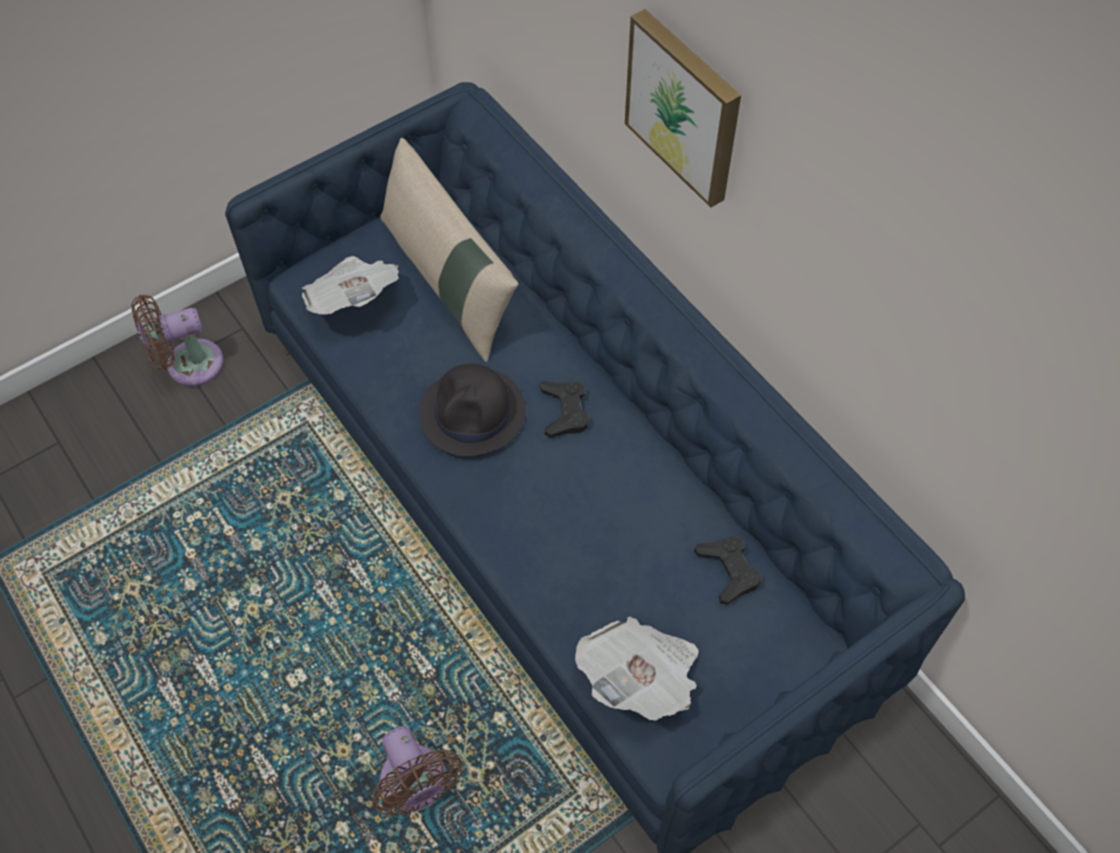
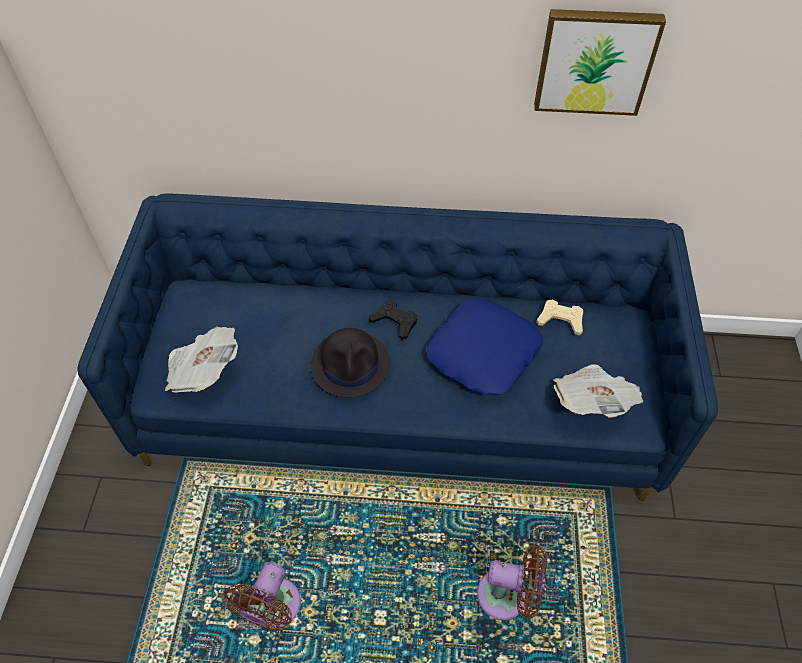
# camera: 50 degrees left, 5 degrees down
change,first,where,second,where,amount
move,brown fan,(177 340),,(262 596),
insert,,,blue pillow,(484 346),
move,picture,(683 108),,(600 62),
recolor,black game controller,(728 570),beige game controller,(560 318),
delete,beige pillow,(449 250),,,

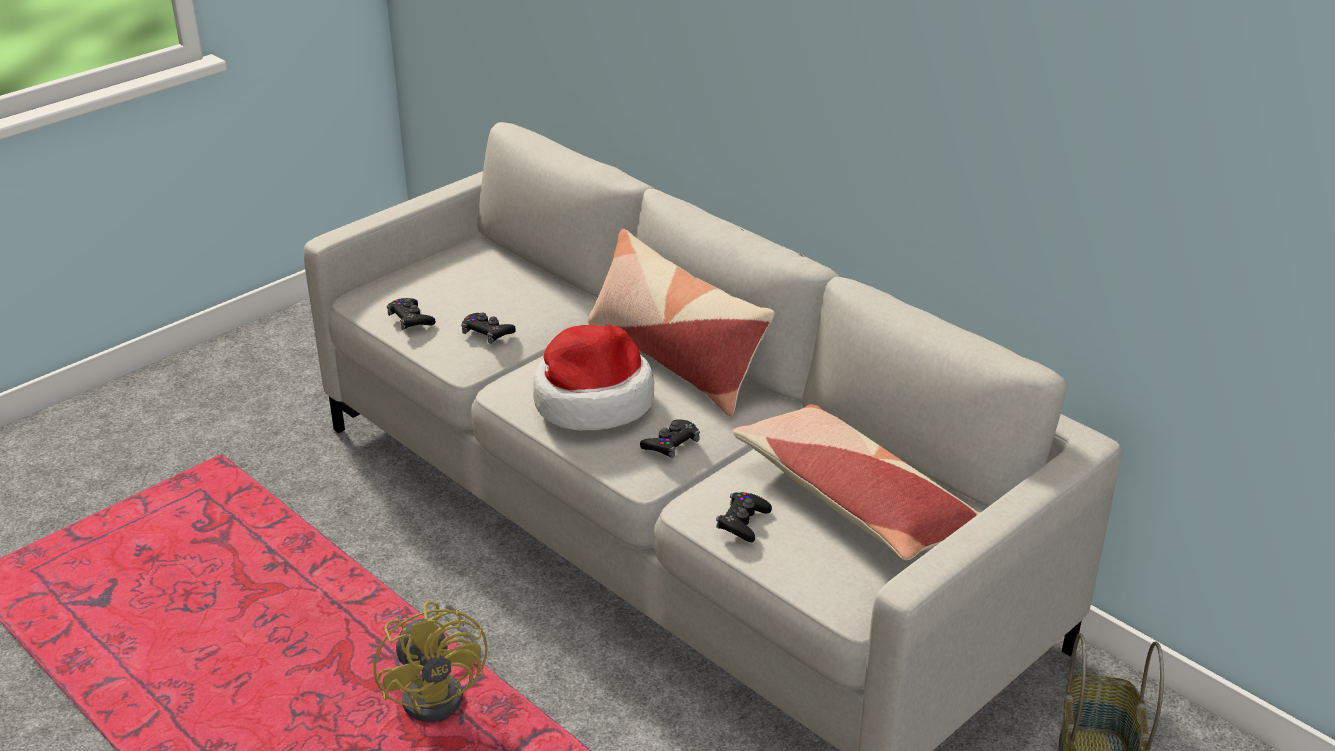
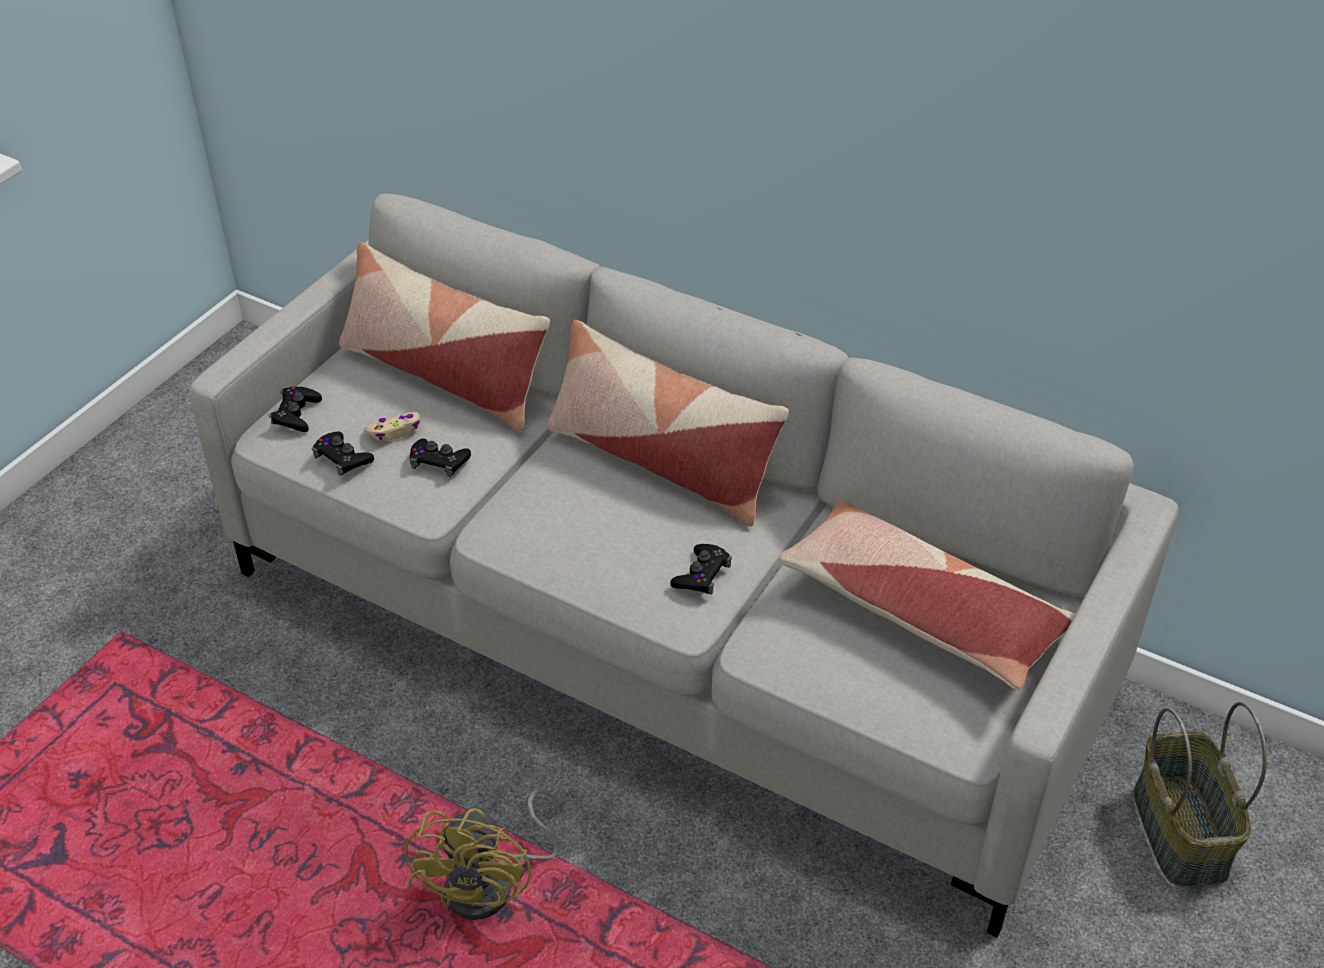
# camera: 15 degrees left, 10 degrees up
change,first,where,second,where,amount
move,black game controller,(744 517),,(295 409),
insert,,,pillow,(444 336),
insert,,,beige game controller,(391 426),
rotate,yellow fan,(431 661),,(483 854),45 degrees clockwise
delete,hat,(593 378),,,

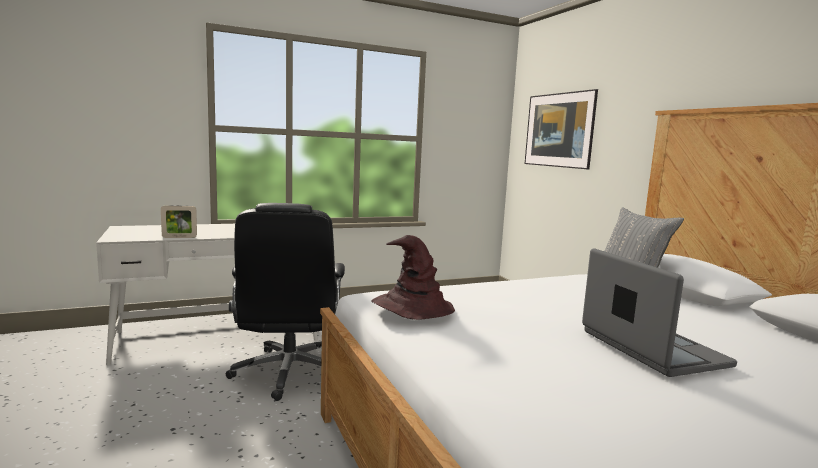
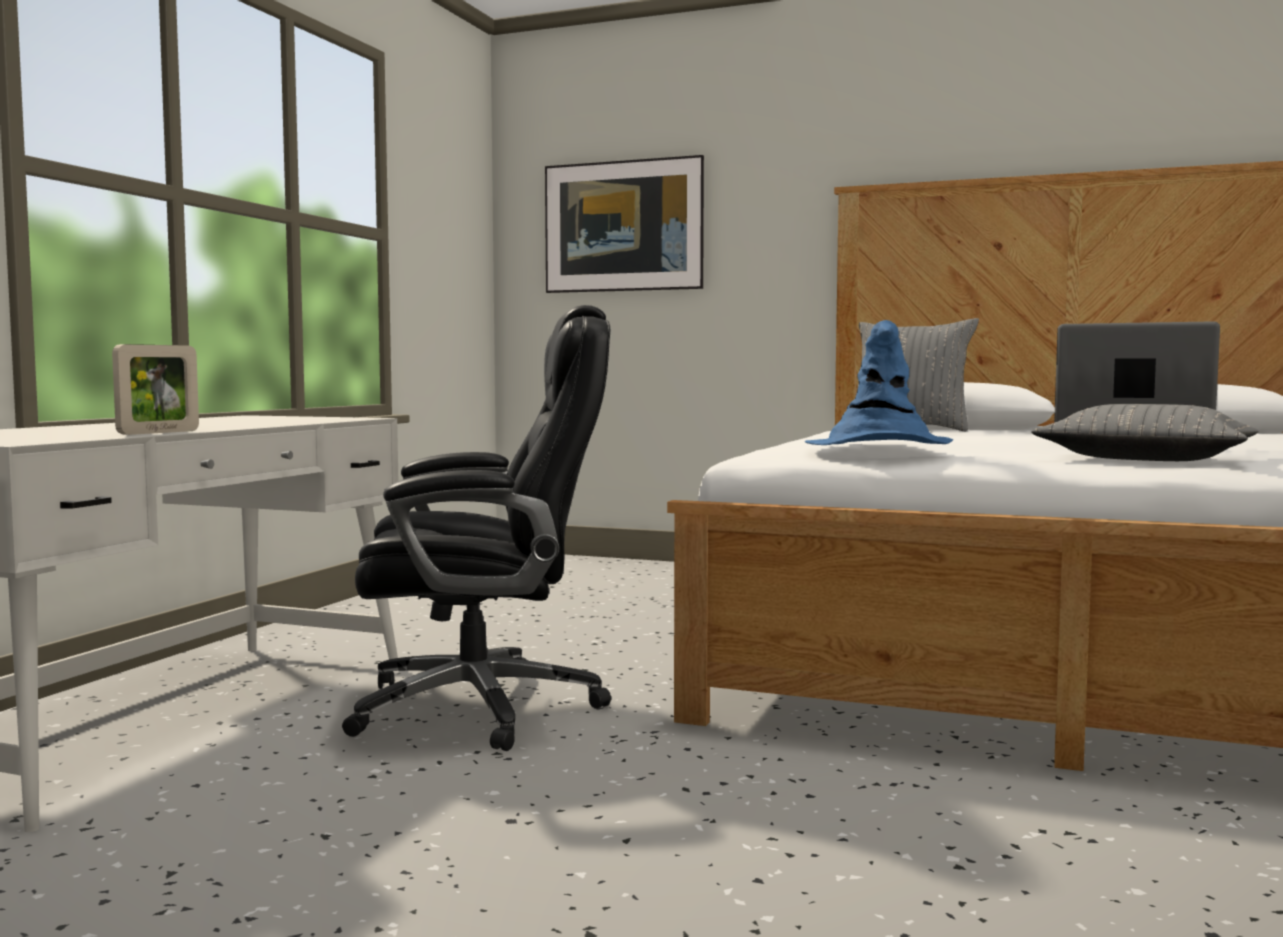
# camera: 45 degrees left, 5 degrees down
change,first,where,second,where,amount
rotate,black office chair,(285 302),,(476 528),45 degrees counterclockwise
recolor,brown hat,(413 277),blue hat,(878 382),
insert,,,grey pillow,(1144 432),

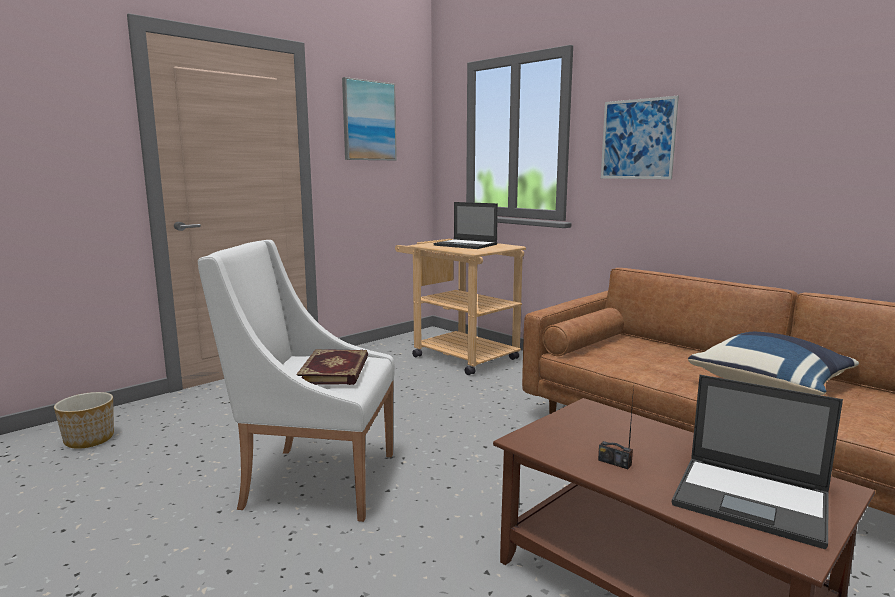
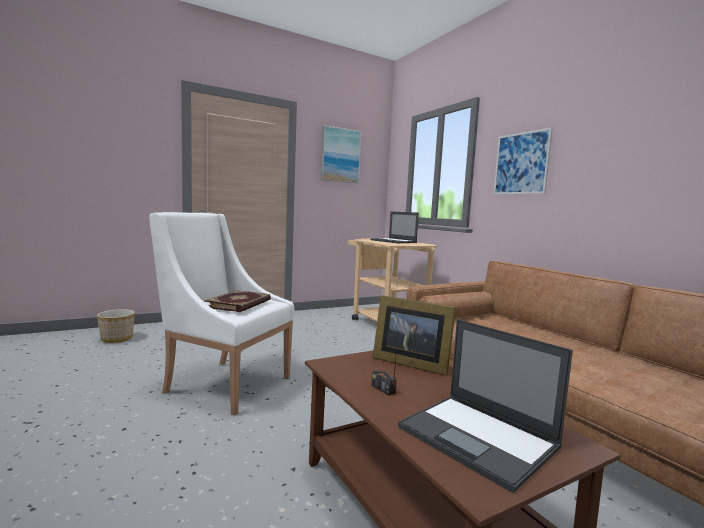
# camera: 15 degrees right, 5 degrees down
change,first,where,second,where,amount
insert,,,picture frame,(414 335),
delete,blue pillow,(773 363),,,

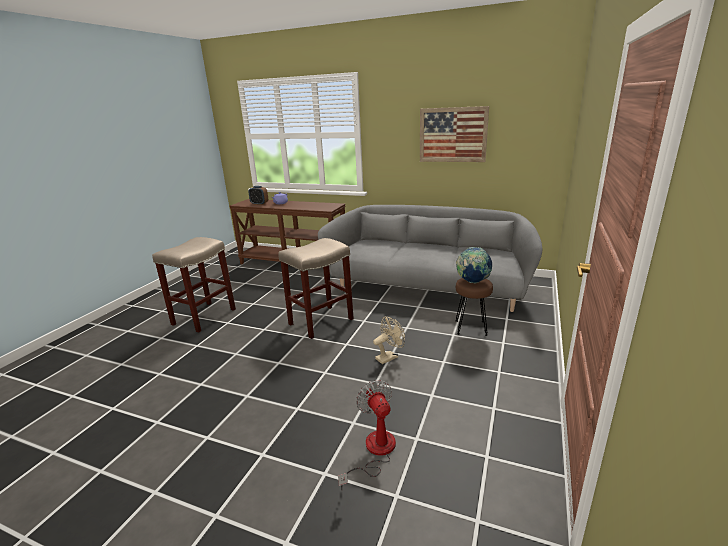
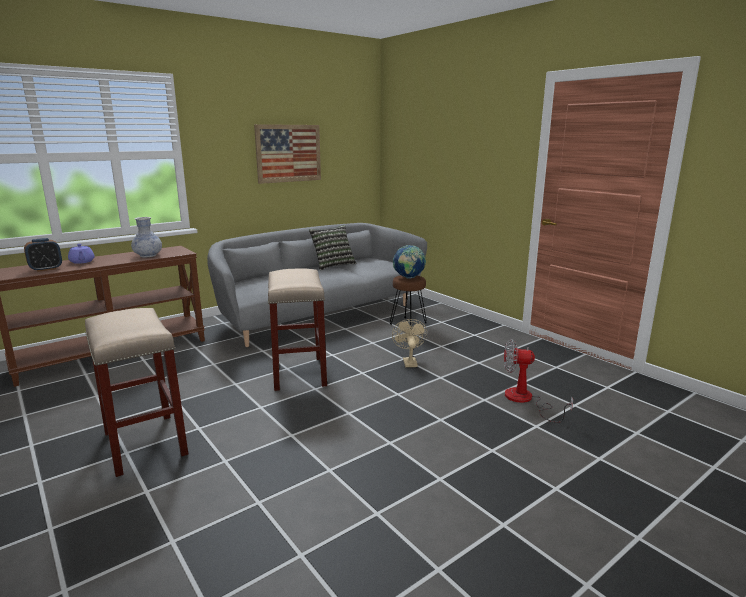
# camera: 60 degrees left, 5 degrees down
change,first,where,second,where,amount
insert,,,vase,(146 237),
insert,,,pillow,(333 247),

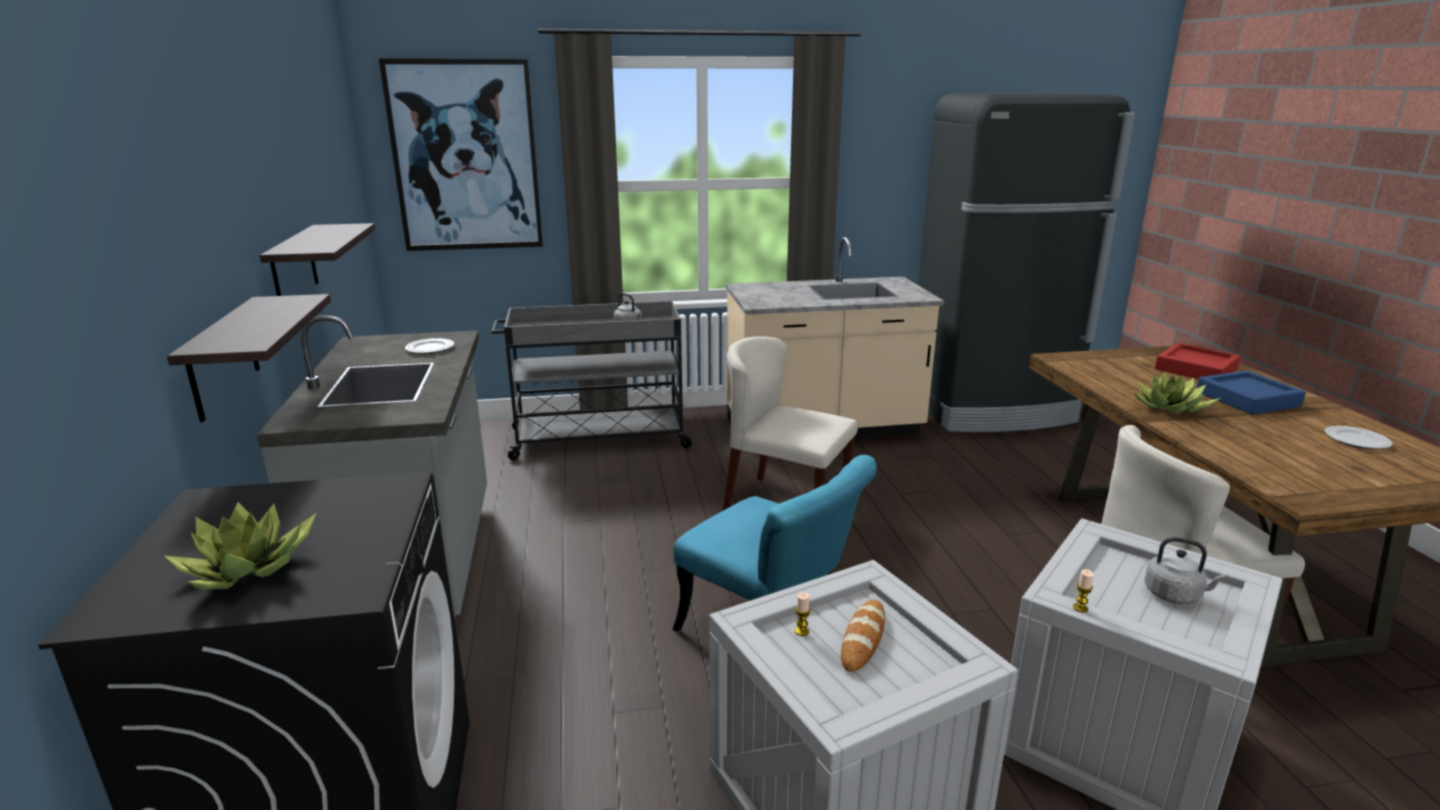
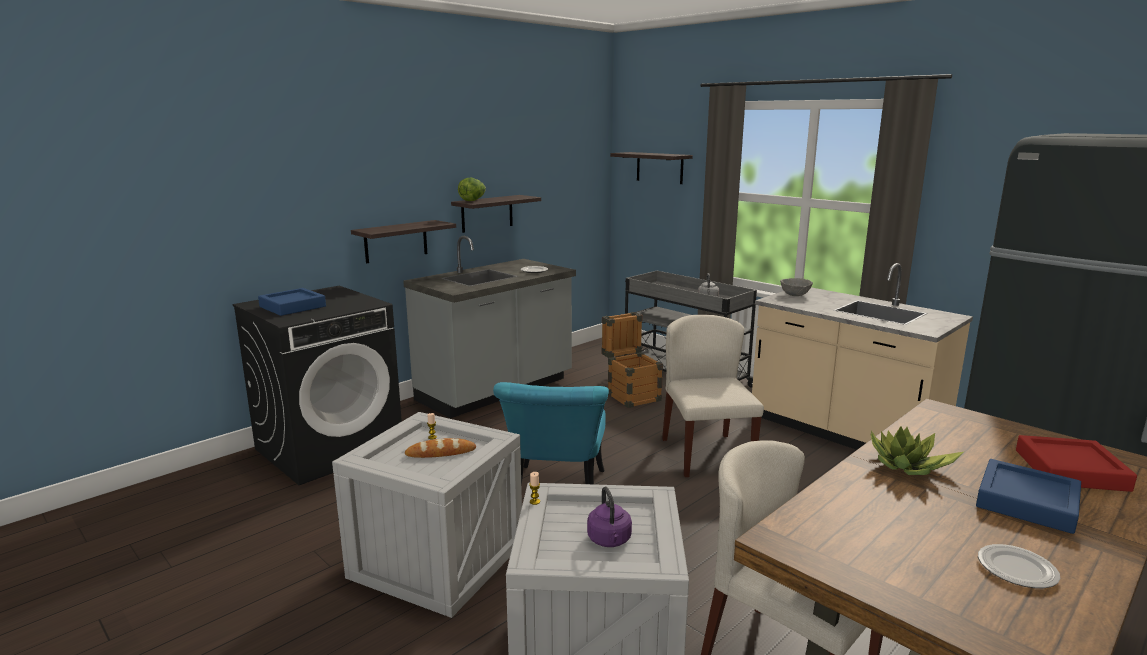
# camera: 55 degrees right, 5 degrees down
change,first,where,second,where,amount
replace,potted plant,(240 545),blue tray,(292 302),
insert,,,lettuce,(472 189),
recolor,grey kettle,(1186 570),purple kettle,(609 516),
insert,,,crate,(632 360),
replace,picture,(461 154),shelf,(651 168),
insert,,,grey bowl,(796 287),

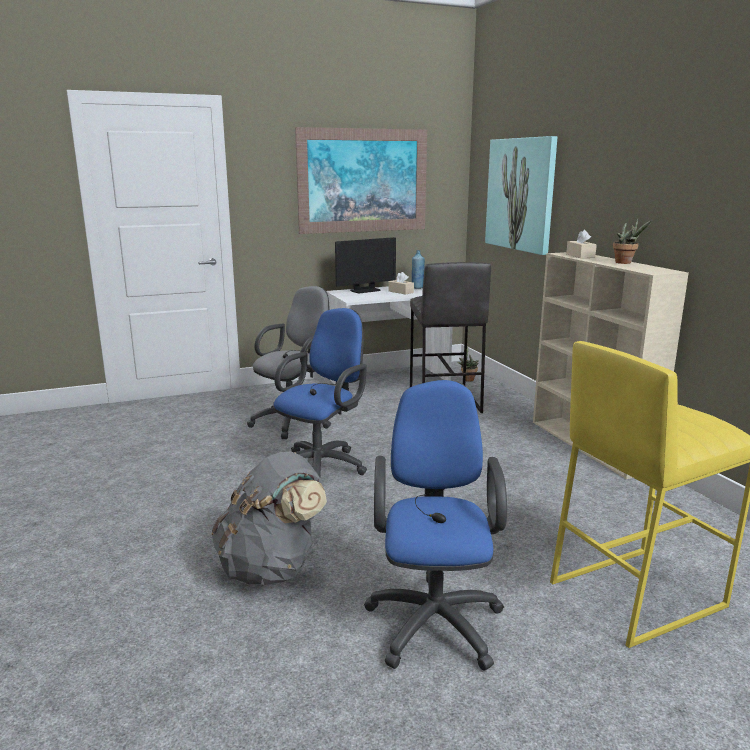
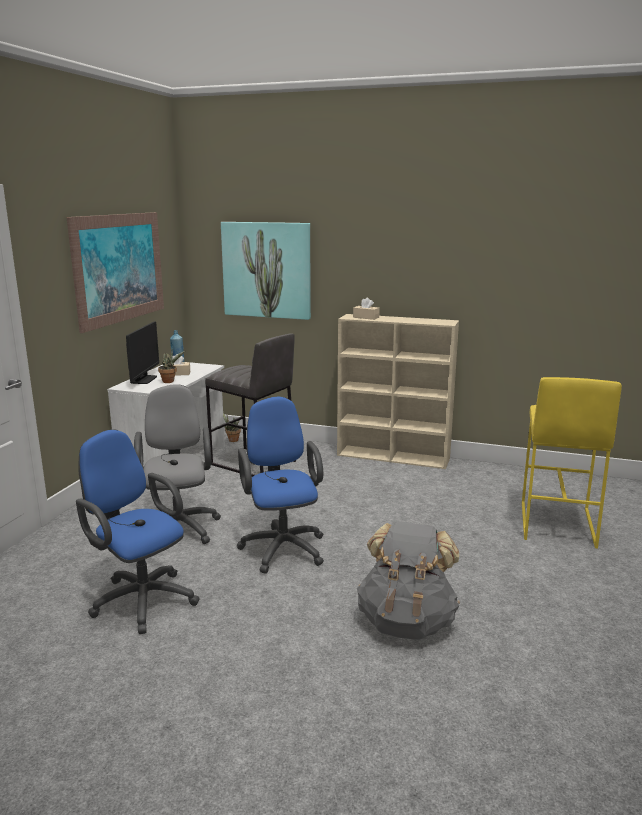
# camera: 50 degrees left, 0 degrees up
change,first,where,second,where,amount
move,blue office chair,(435 525),,(138 532),
move,potted plant,(632 241),,(172 366),

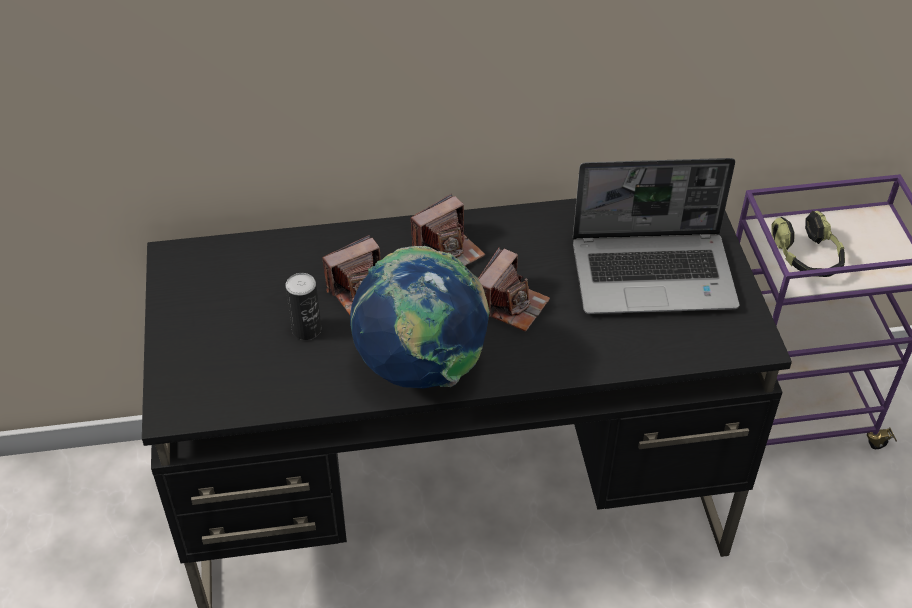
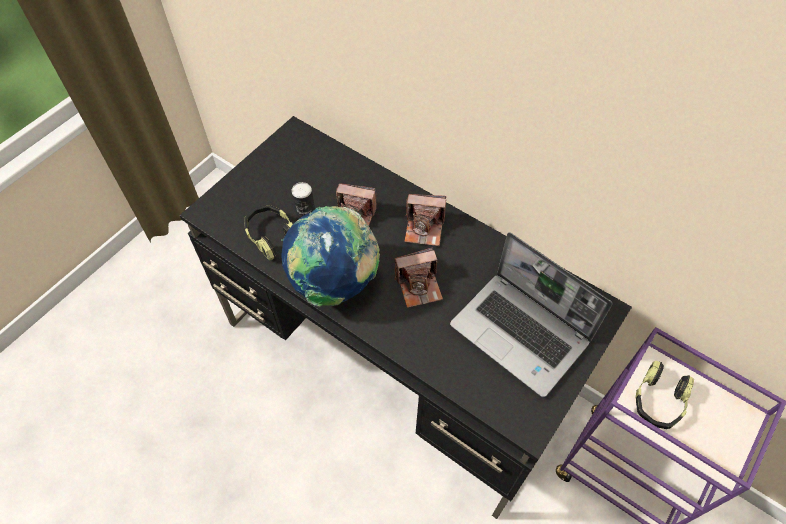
# camera: 45 degrees right, 10 degrees up
change,first,where,second,where,amount
insert,,,headphones,(268 232),

